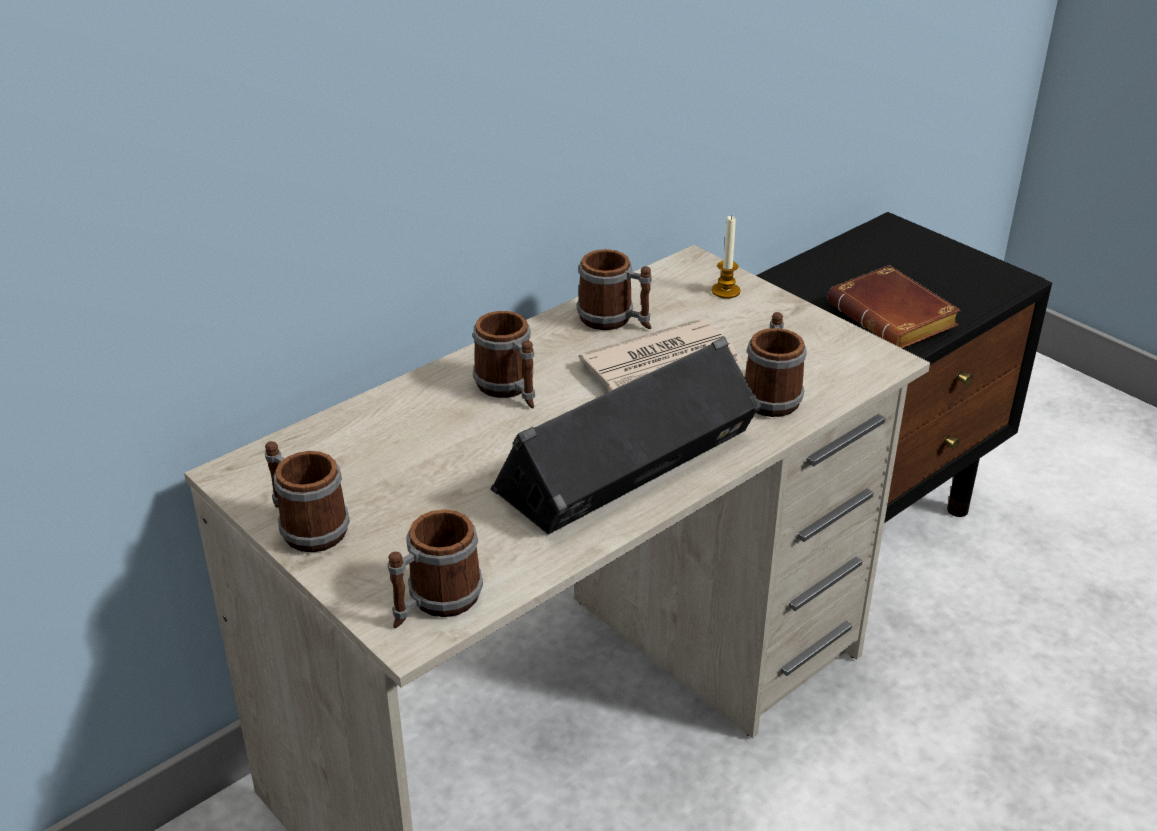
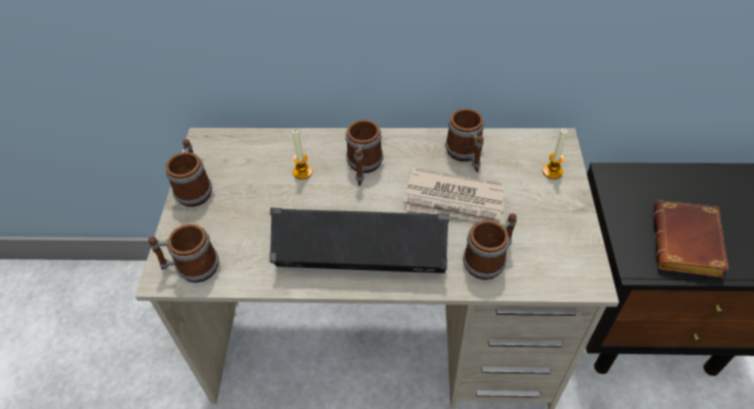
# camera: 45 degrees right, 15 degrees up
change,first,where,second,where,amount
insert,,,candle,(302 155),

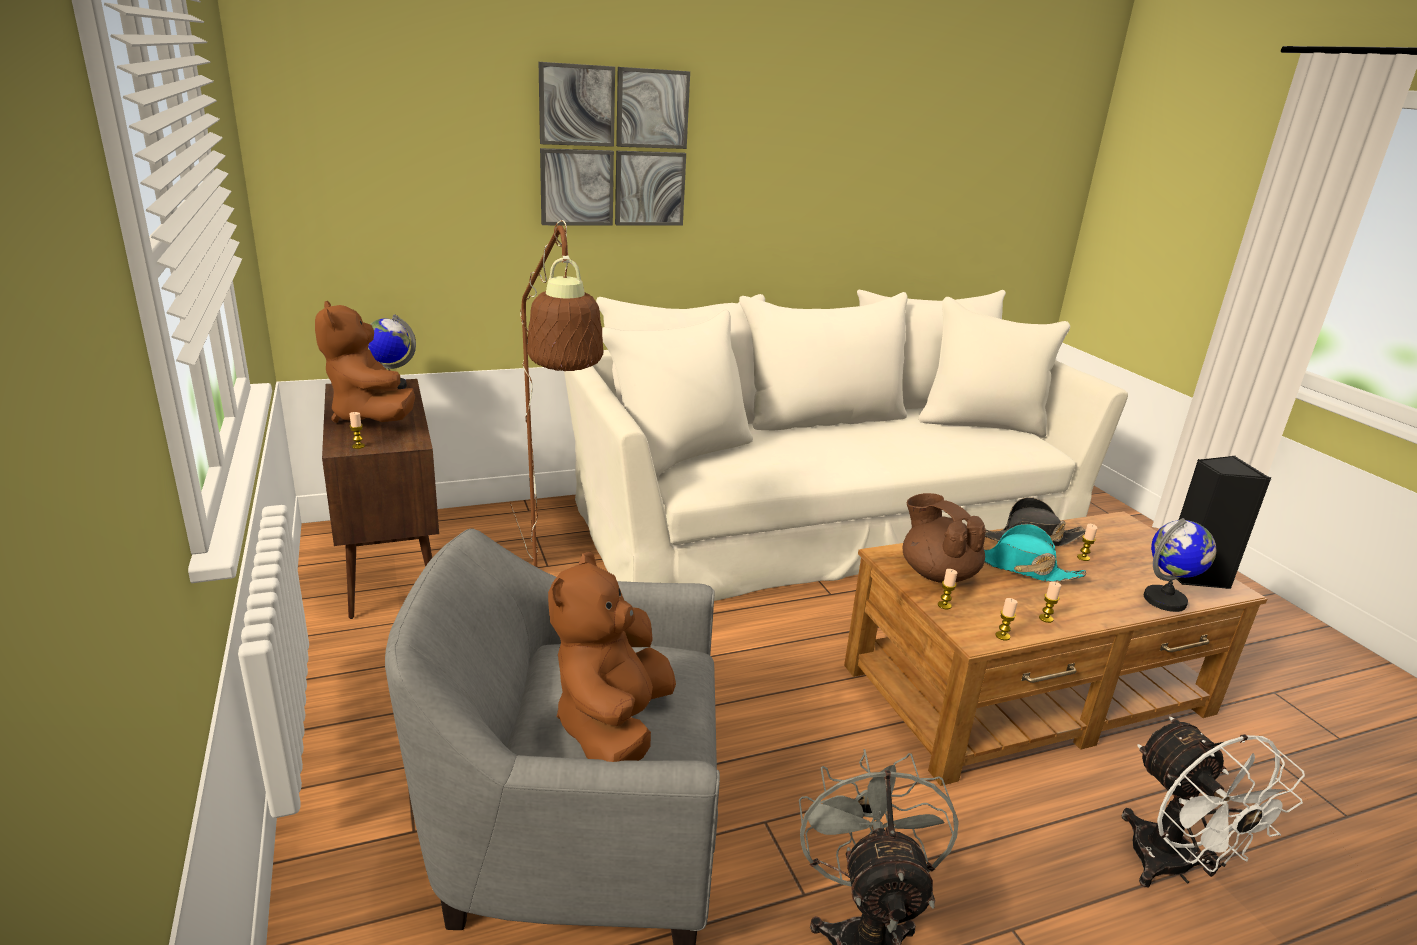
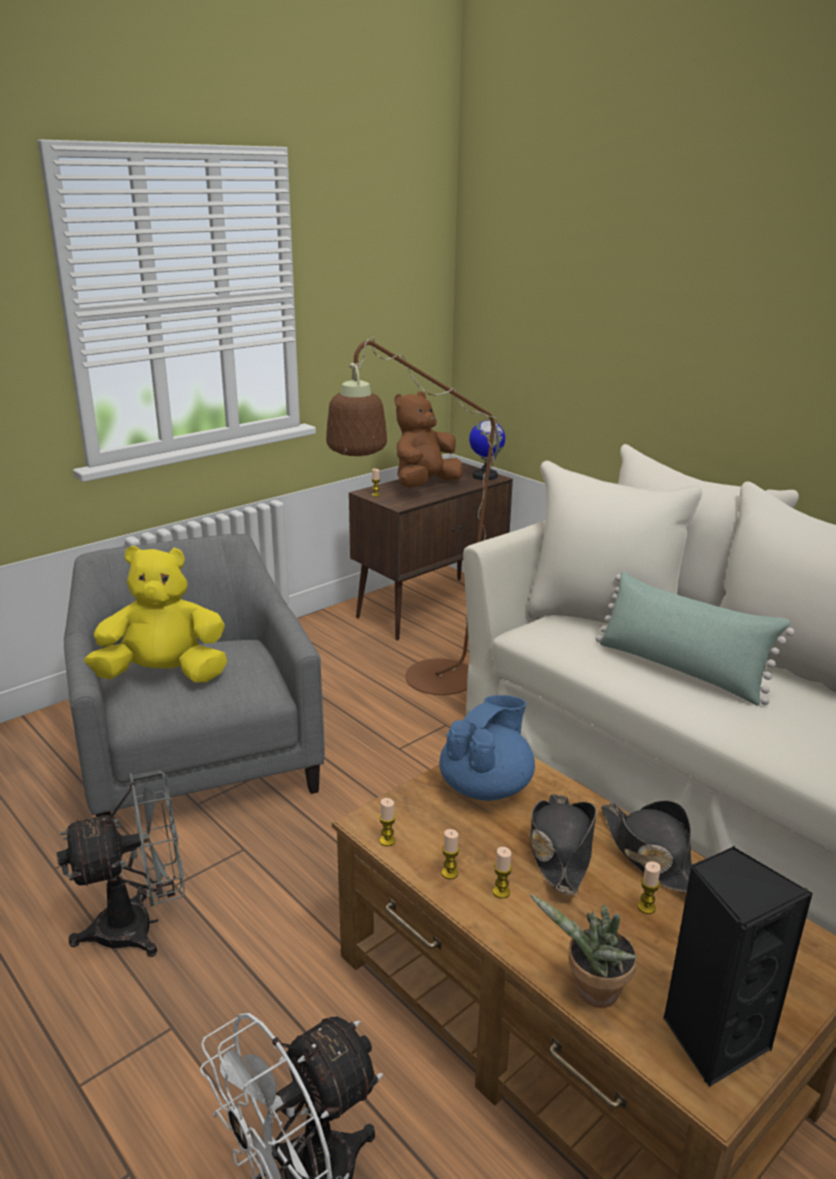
# camera: 70 degrees right, 0 degrees up
change,first,where,second,where,amount
recolor,brown plush toy,(612 656),yellow plush toy,(155 614),
recolor,brown teapot,(944 538),blue teapot,(487 748),
move,candle,(947 589),,(502 873),
recolor,turquoise hat,(1035 553),black hat,(562 844),
replace,globe,(1180 565),potted plant,(583 951),
insert,,,green pillow,(695 638),
delete,picture,(614 143),,,

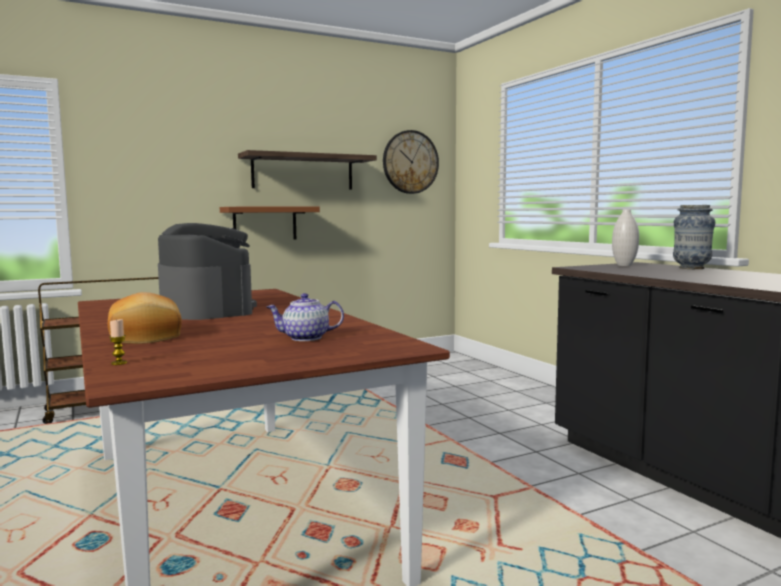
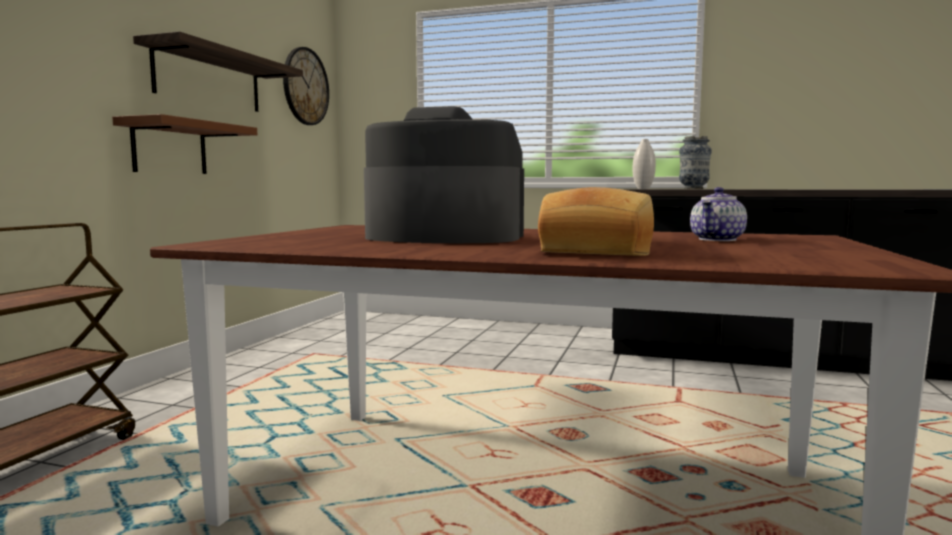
# camera: 45 degrees left, 0 degrees up
change,first,where,second,where,amount
delete,candle,(118 342),,,

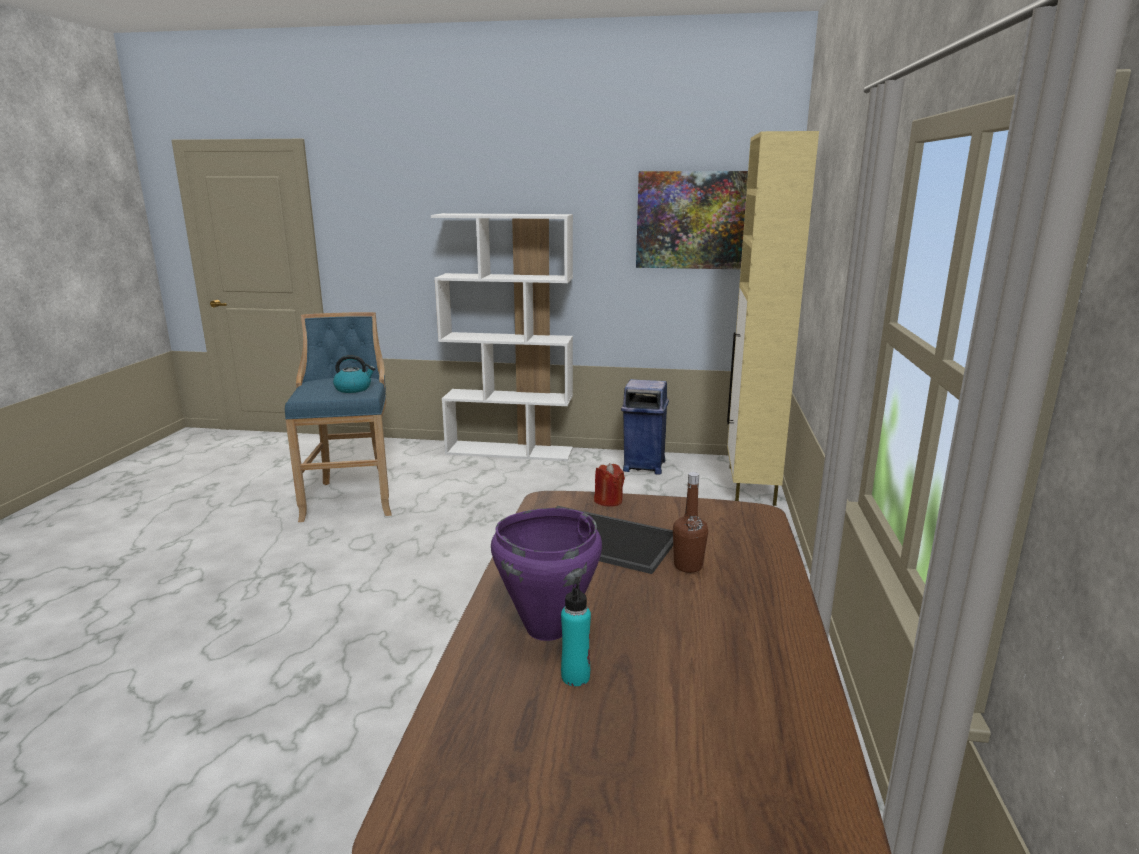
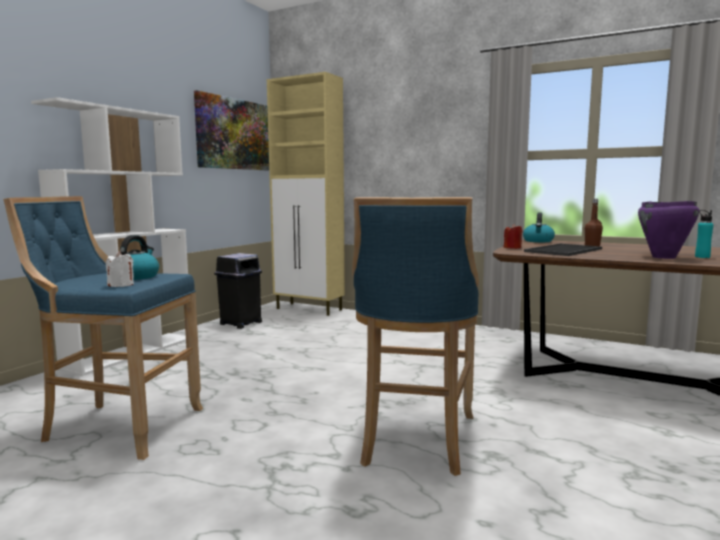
# camera: 70 degrees left, 10 degrees down
change,first,where,second,where,amount
insert,,,white candle,(120 269),
recolor,blue trash can,(645 426),black trash can,(238 291),
insert,,,blue stool,(415 336),
insert,,,kettle,(539 227),

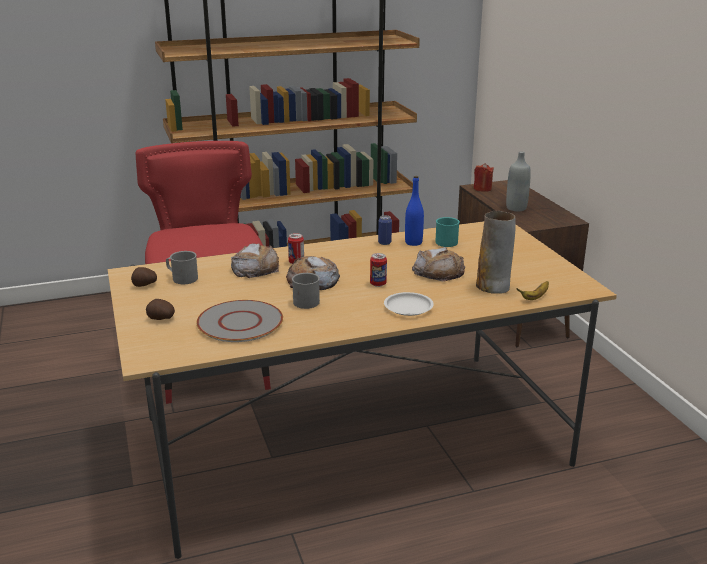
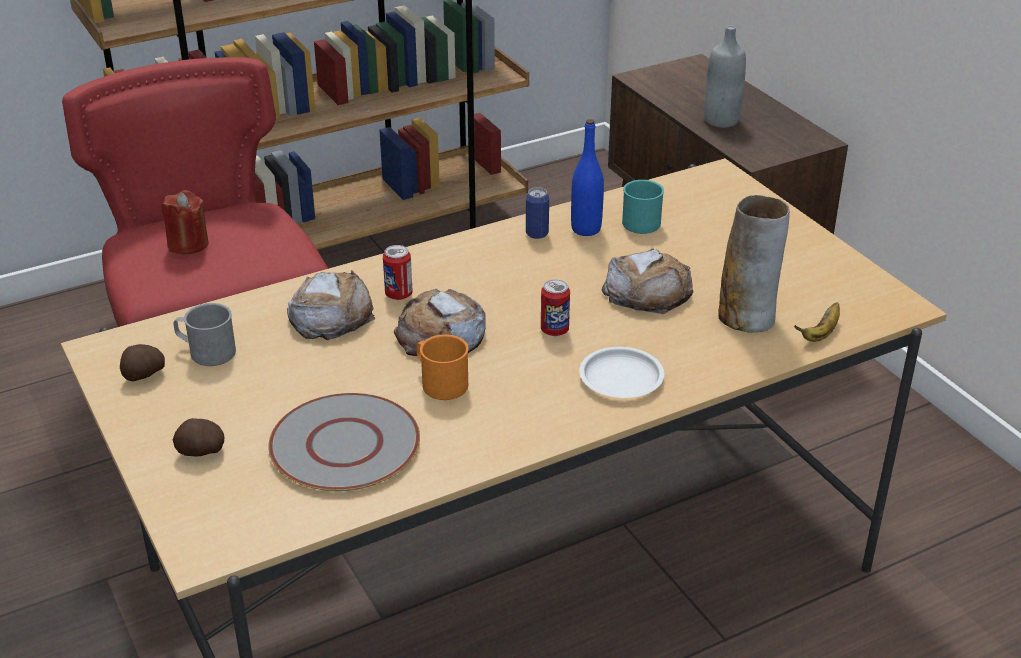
# camera: 10 degrees left, 10 degrees up
change,first,where,second,where,amount
move,red candle,(484 177),,(185 222),
recolor,grey mug,(306 291),orange mug,(442 367),

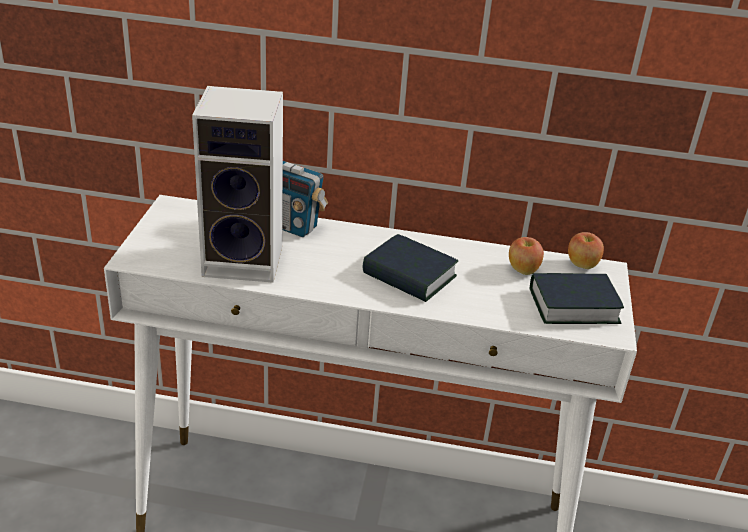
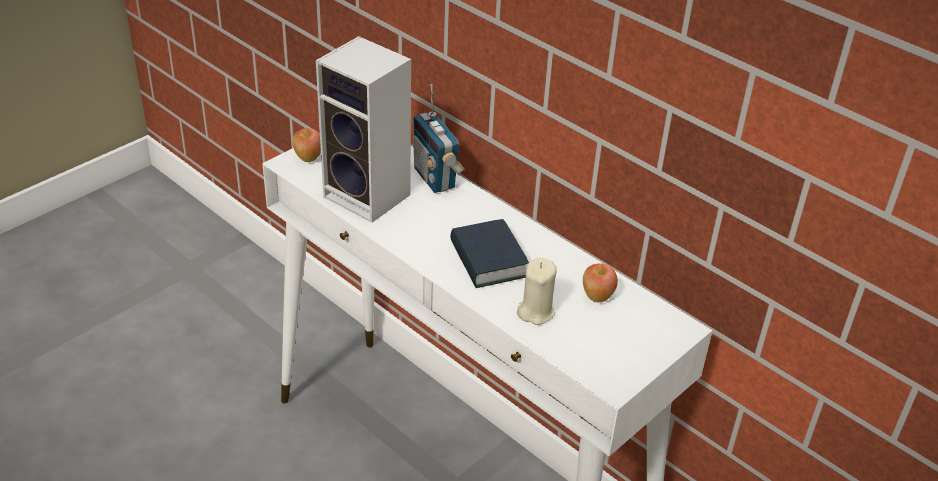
# camera: 35 degrees right, 5 degrees up
change,first,where,second,where,amount
move,apple,(586 250),,(306 145),
insert,,,beige candle,(537 291),
delete,book,(577 298),,,

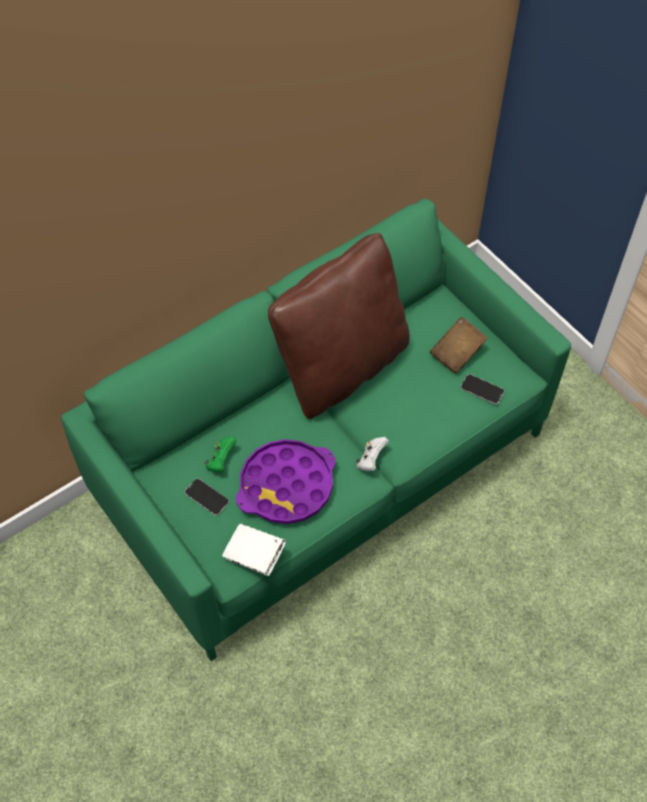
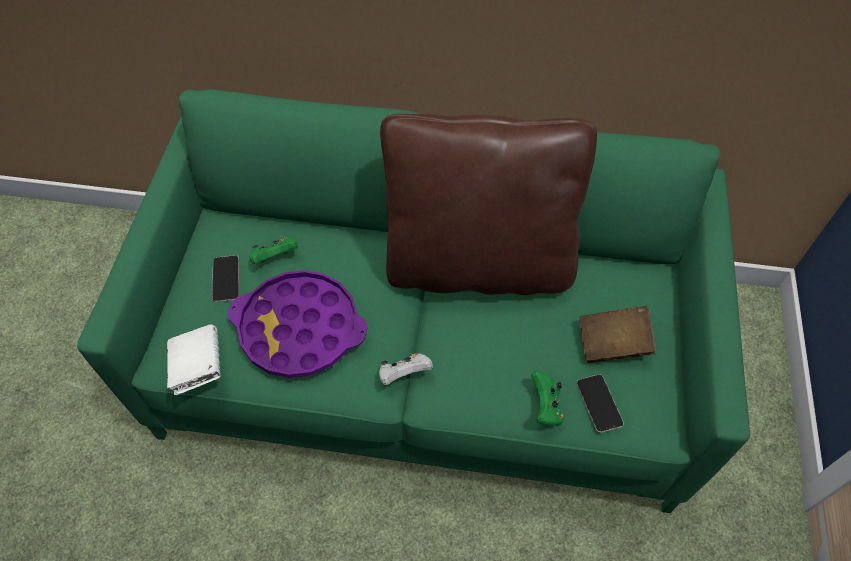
# camera: 45 degrees right, 0 degrees up
change,first,where,second,where,amount
insert,,,green game controller,(547 398),

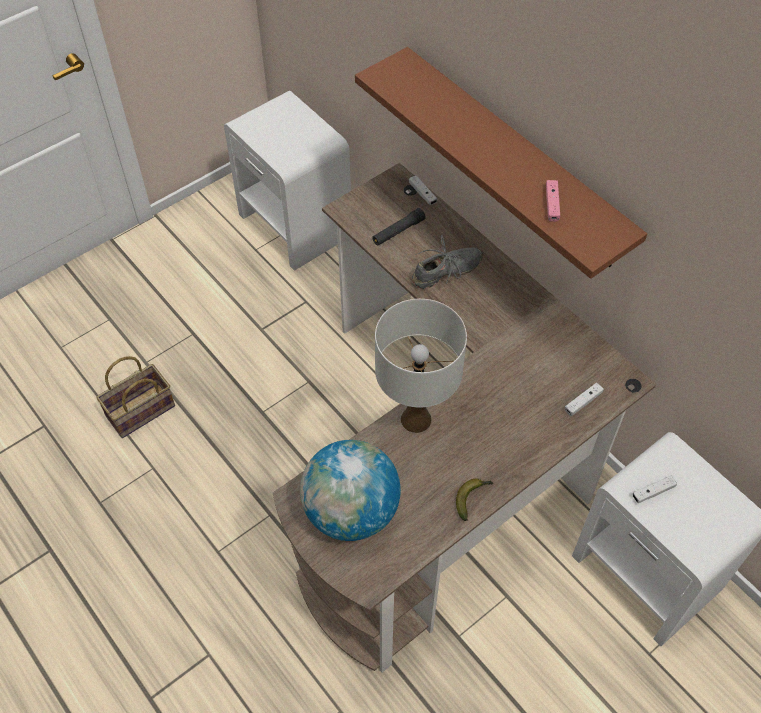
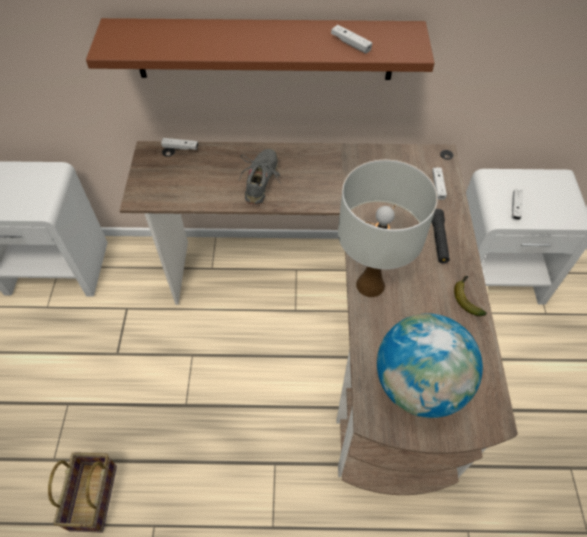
# camera: 50 degrees left, 0 degrees up
change,first,where,second,where,amount
recolor,pink game controller,(553 201),white game controller,(351 39),
move,black flashlight,(399 227),,(441 236),

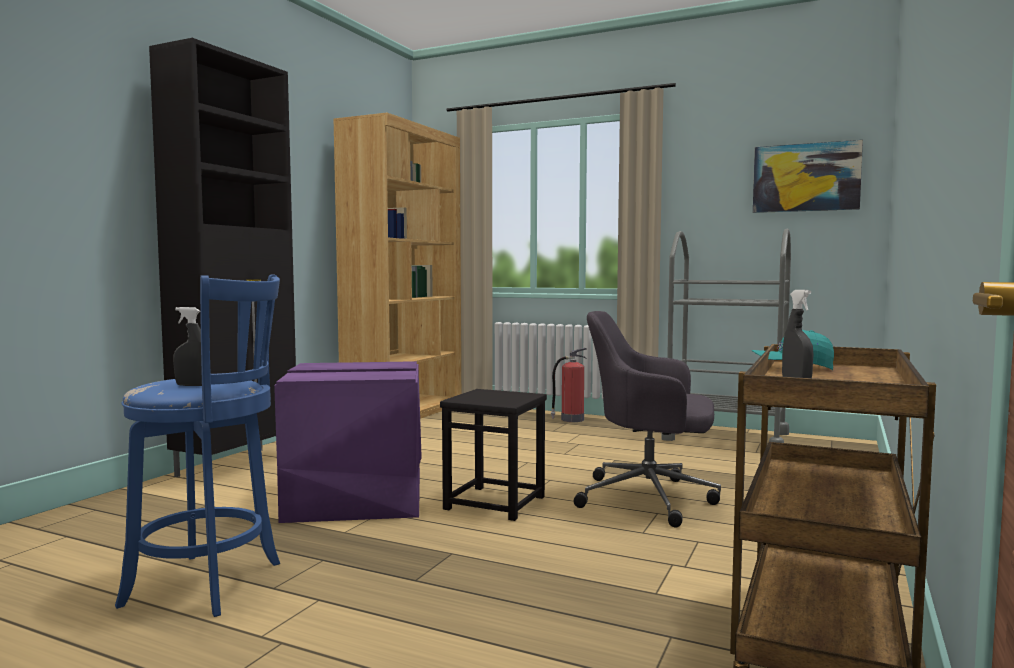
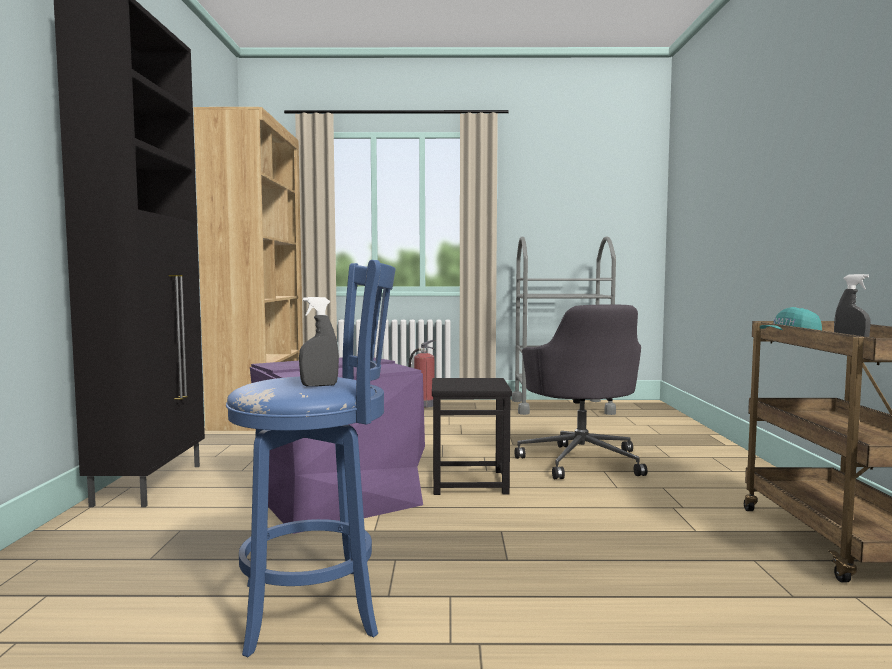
# camera: 25 degrees left, 0 degrees up
change,first,where,second,where,amount
rotate,grey office chair,(647 419),,(581 391),90 degrees counterclockwise
delete,picture,(808 176),,,

